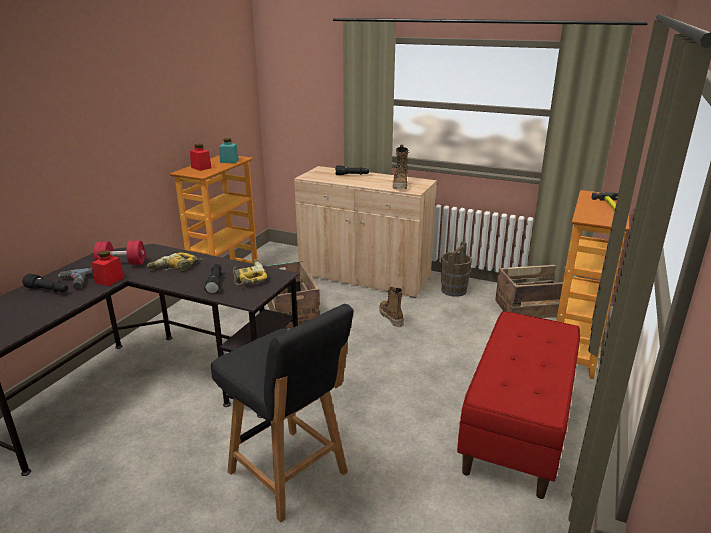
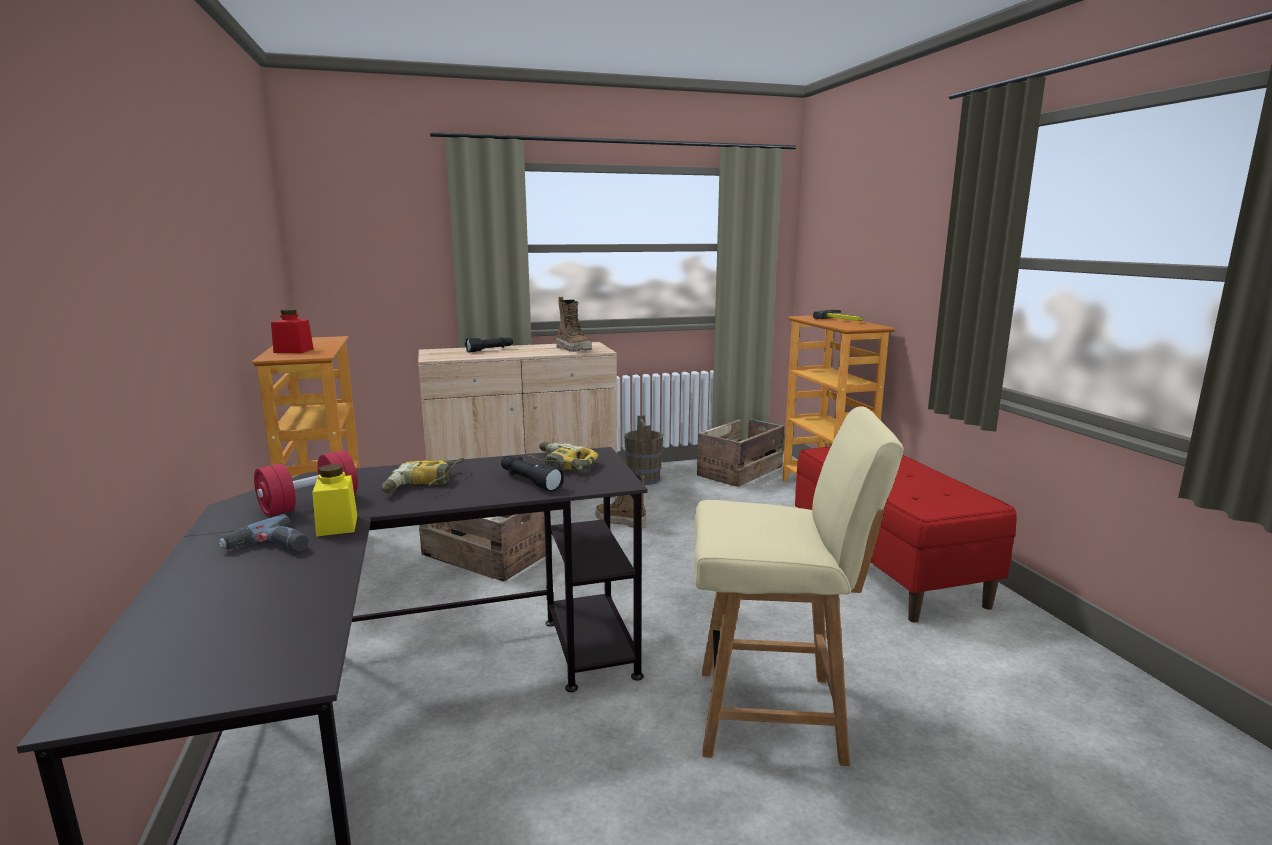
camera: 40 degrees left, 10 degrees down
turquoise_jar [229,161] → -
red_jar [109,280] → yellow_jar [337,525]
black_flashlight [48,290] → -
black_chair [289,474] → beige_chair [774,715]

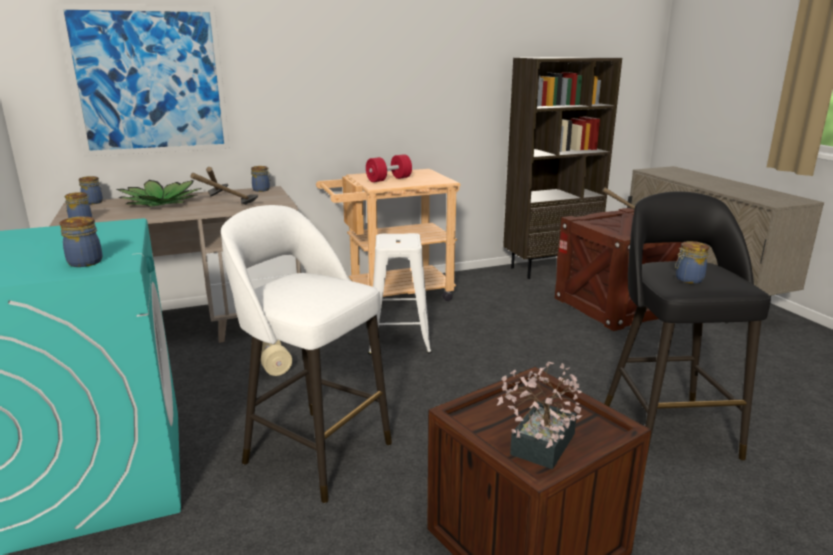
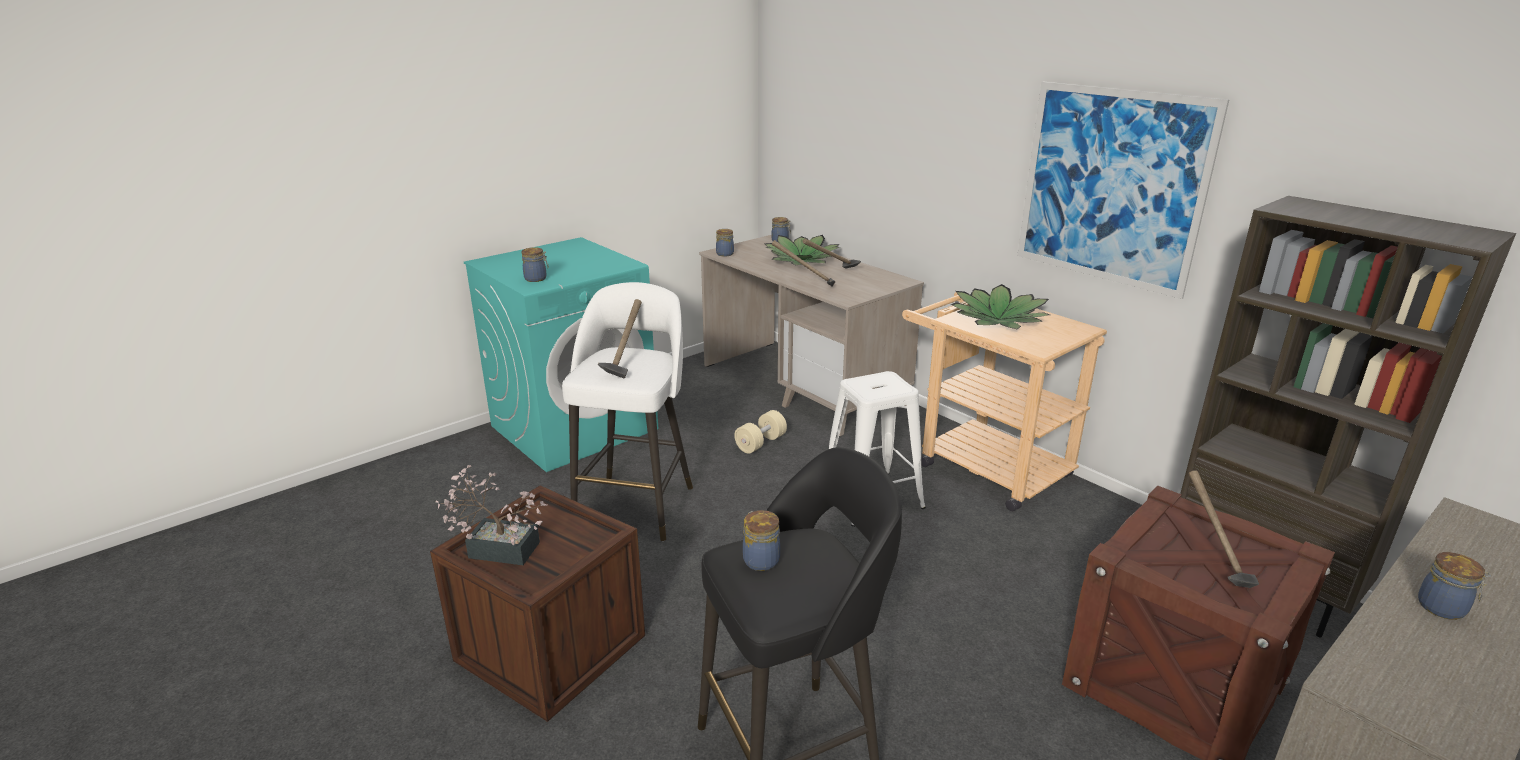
camera: 70 degrees right, 5 degrees up
picture [149,81] → picture [1111,187], relocated
red_dumbbell [389,179] → potted_plant [999,319]
jar [262,190] → jar [1443,608], relocated
- → hammer [625,364]

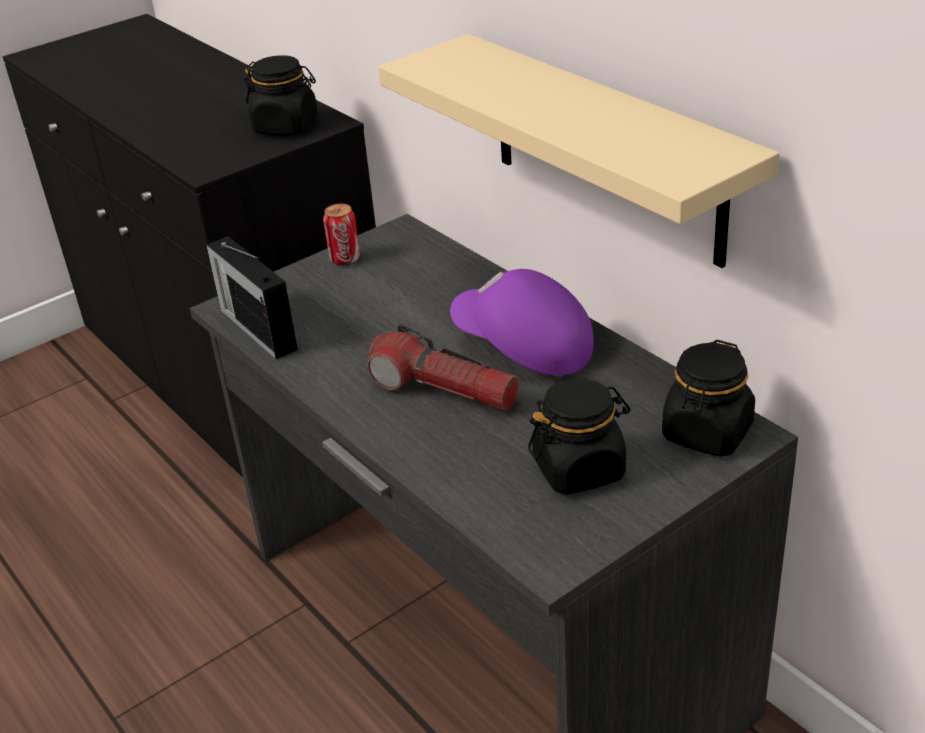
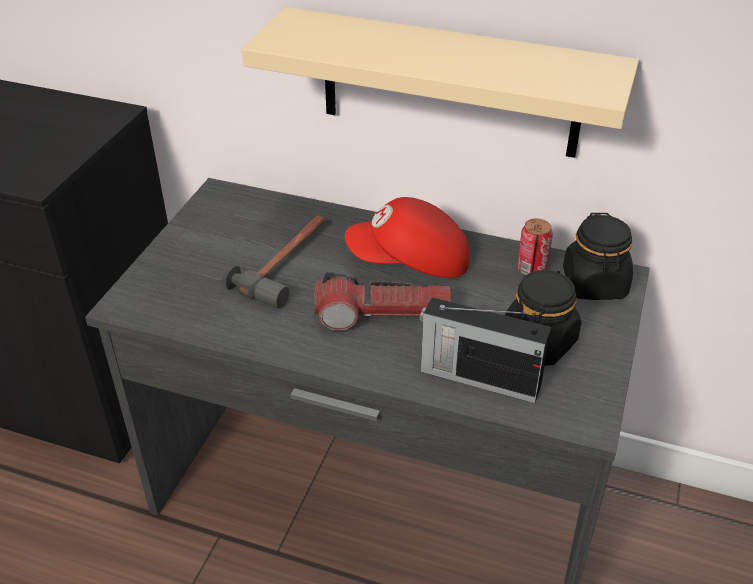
camera: 35 degrees left, 5 degrees up
black_jar [286,126] → -
can [345,259] → can [531,269], relocated
radio [257,328] → radio [478,377], relocated
purple_cap [523,348] → red_cap [410,263]
- → hammer [288,264]

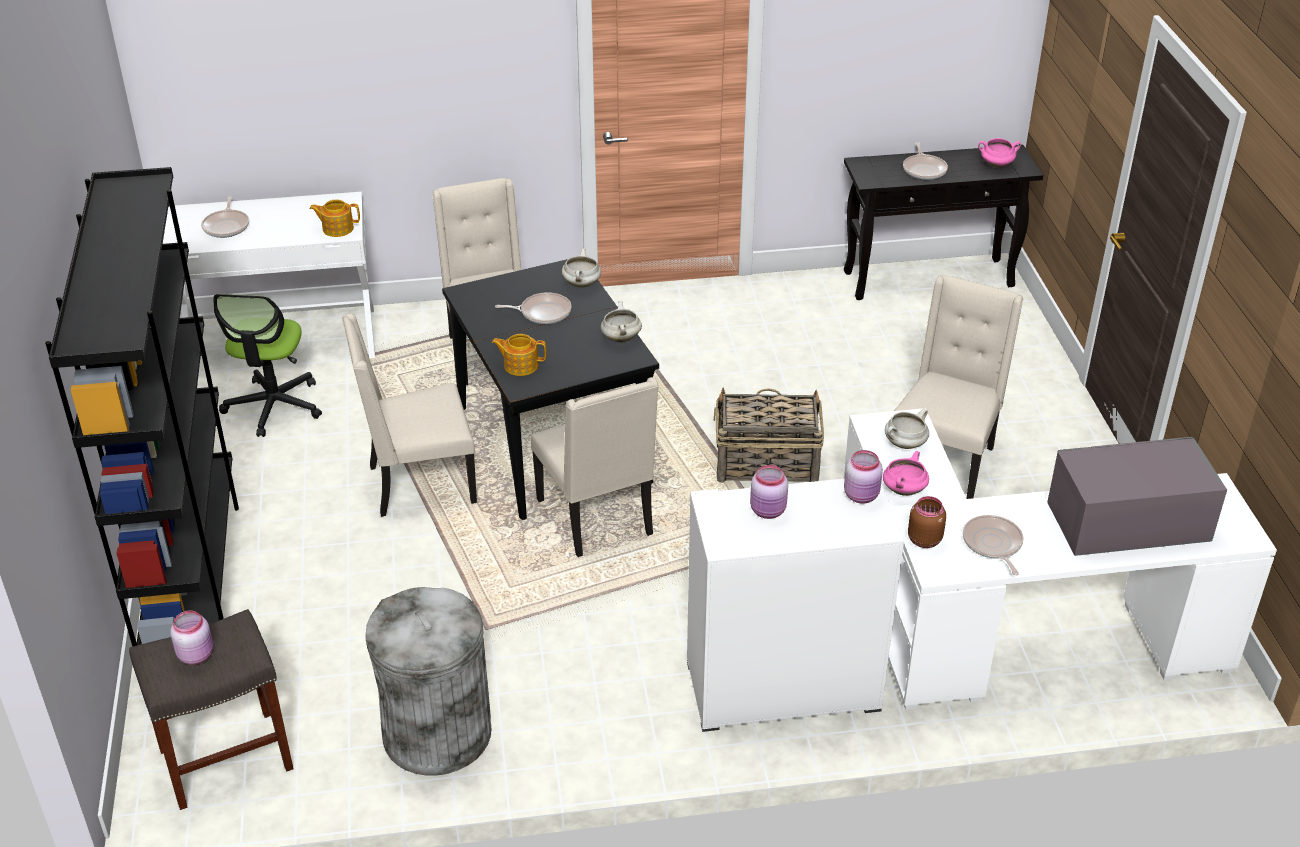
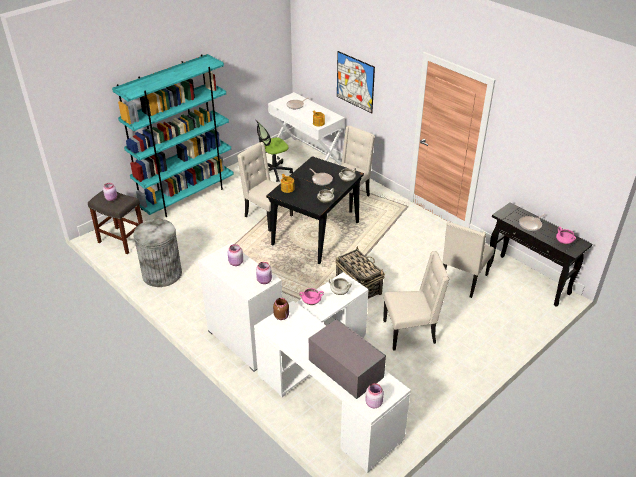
camera: 55 degrees right, 0 degrees up
black_bookcase [192,576] → turquoise_bookcase [187,197]
beige_chair [597,518] → beige_chair [462,281], relocated
frying_pan [993,544] → -
- → picture [355,82]
- → pink_jar [373,402]

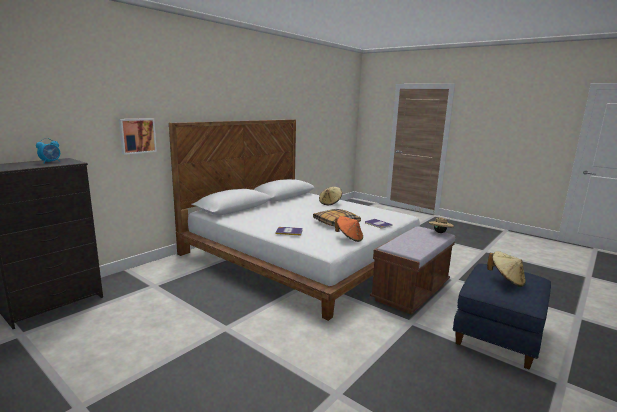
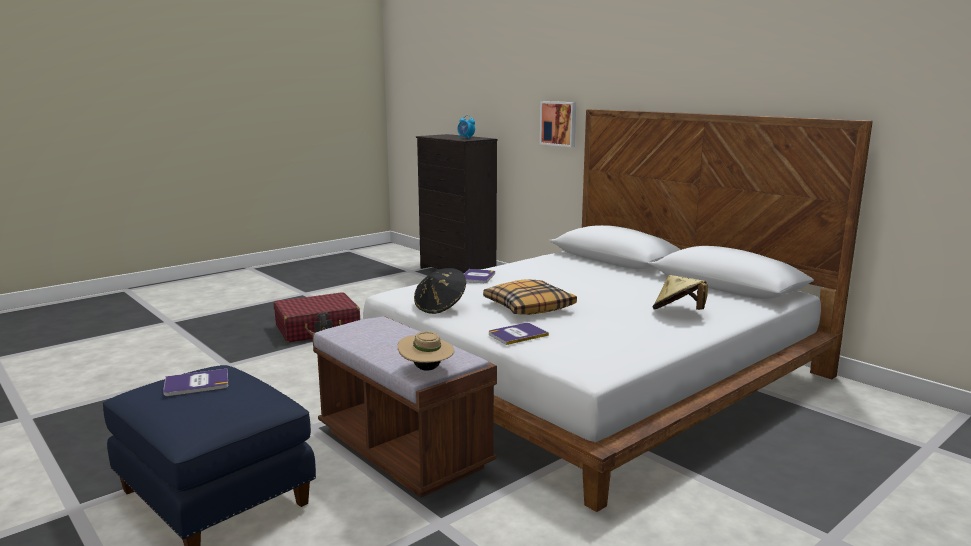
camera: 100 degrees right, 0 degrees up
orange_hat [349,238] → black_hat [440,307]
beige_hat [506,280] → book [196,383]
- → red_suitcase [318,329]

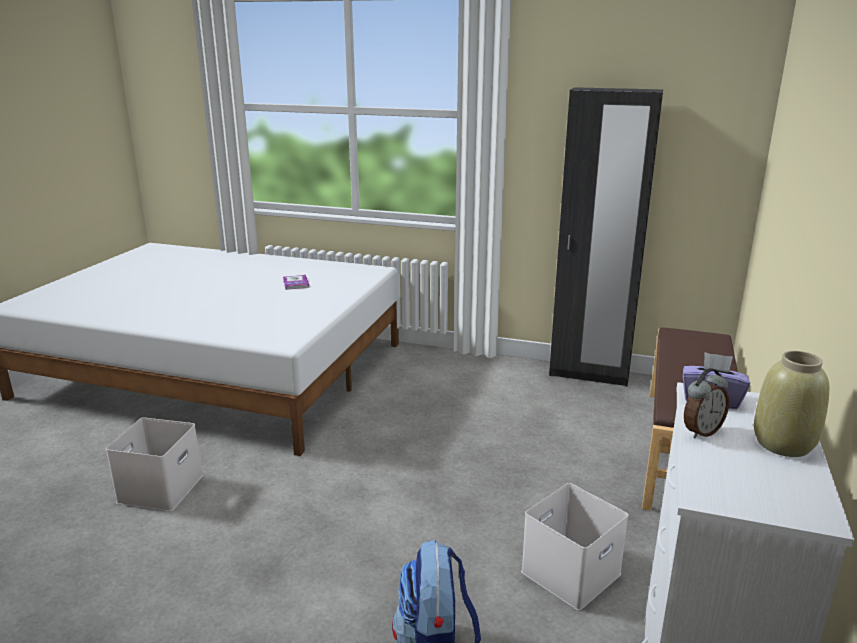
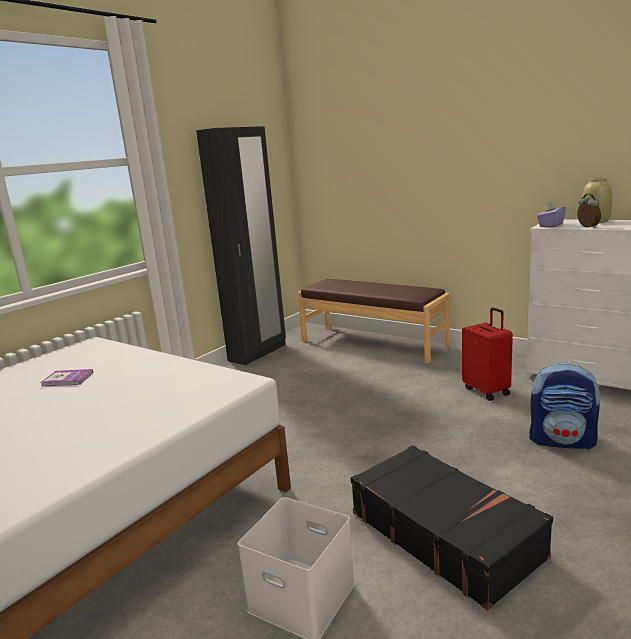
camera: 70 degrees left, 5 degrees down
white_storage_box [571,574] → red_suitcase [487,391]
- → black_suitcase [445,533]

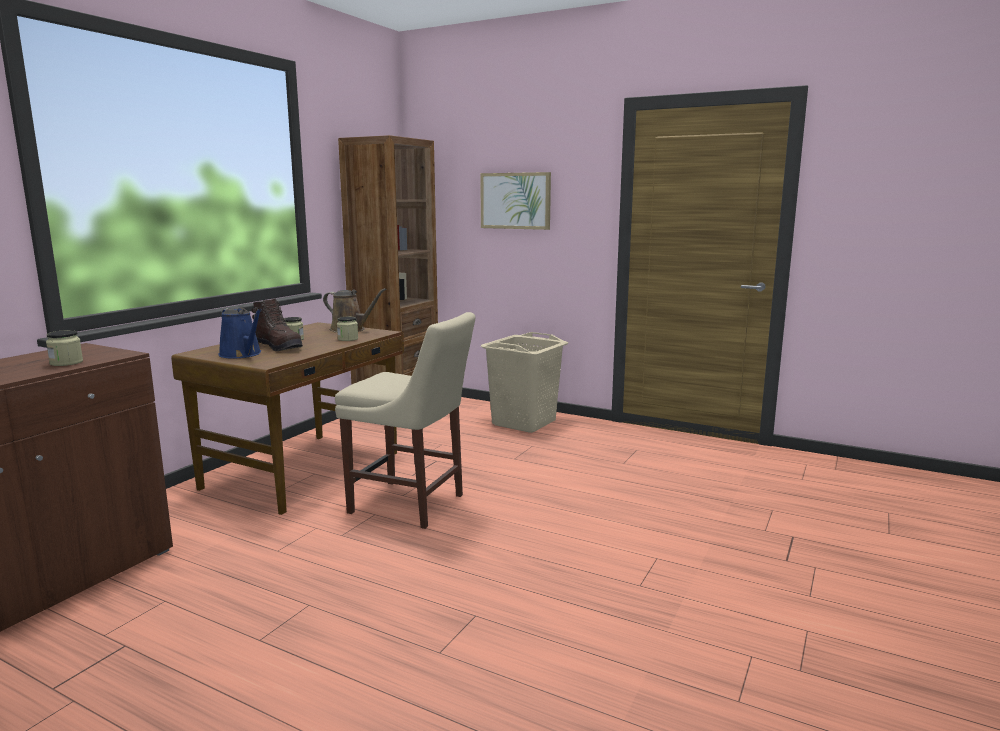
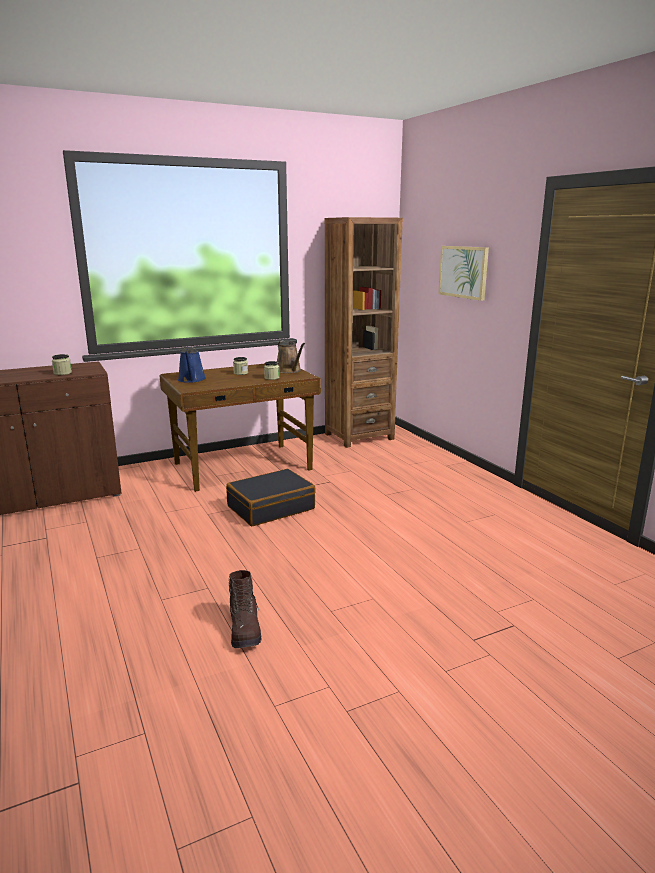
camera: 35 degrees right, 5 degrees up
brown_boot [279,347] → brown_boot [245,629], relocated
beige_chair [411,505] → black_suitcase [271,507]
beige_laundry_basket [523,423] → -

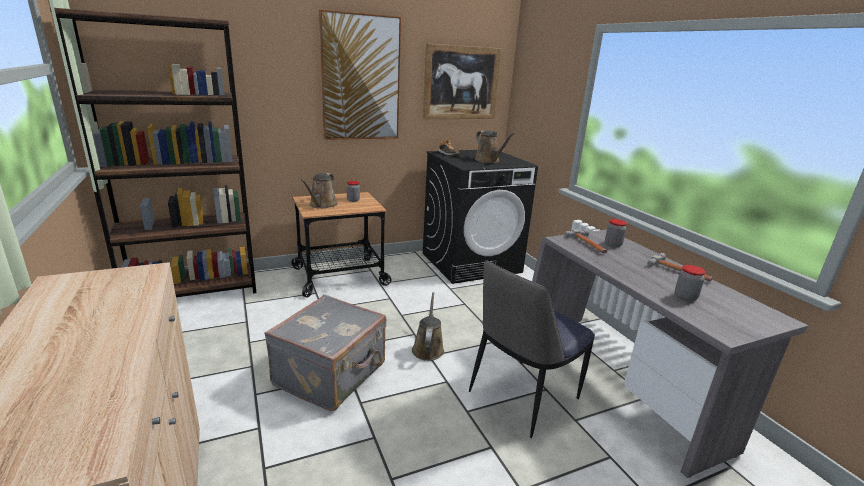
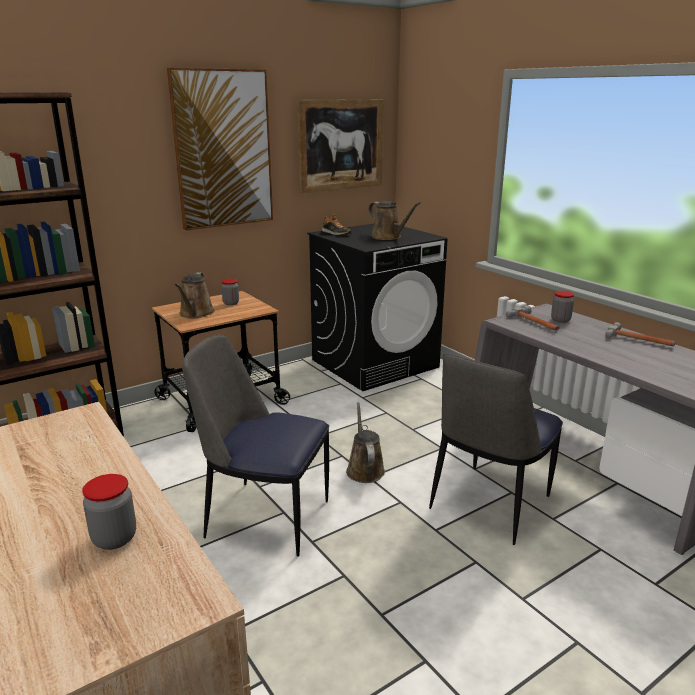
camera: 10 degrees left, 0 degrees up
jar [685,297] → jar [114,538], relocated
grey_suitcase [332,375] → chair [264,517]

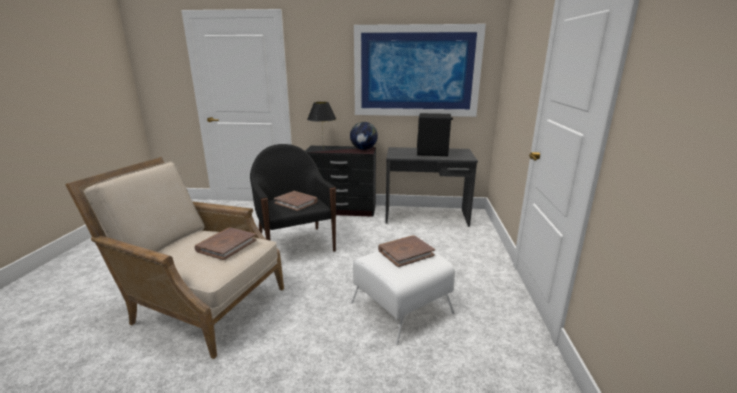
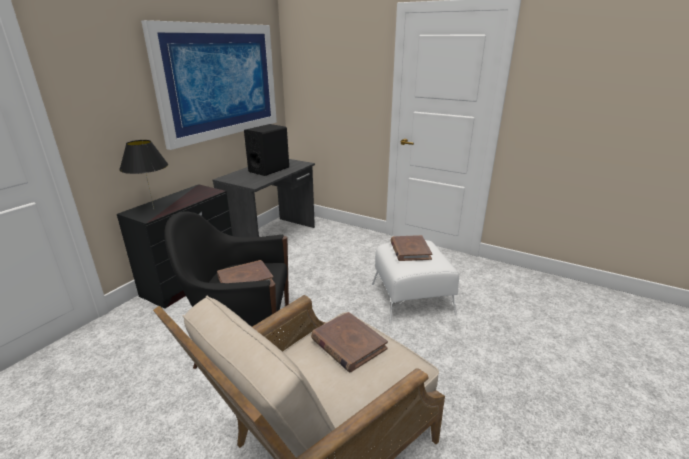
camera: 65 degrees left, 5 degrees up
globe [363,149] → -

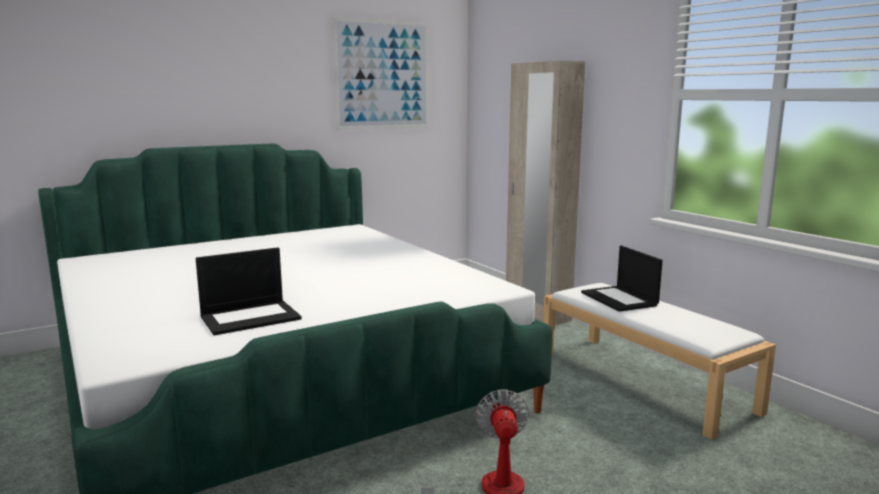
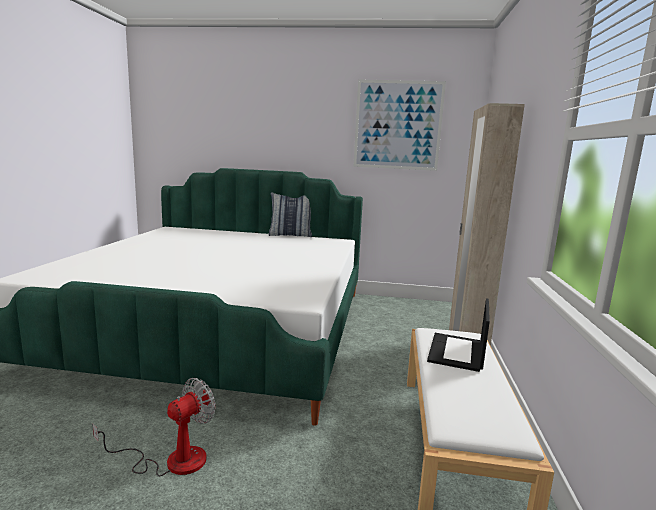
camera: 40 degrees right, 0 degrees up
laptop [251,317] → -
- → pillow [290,235]

